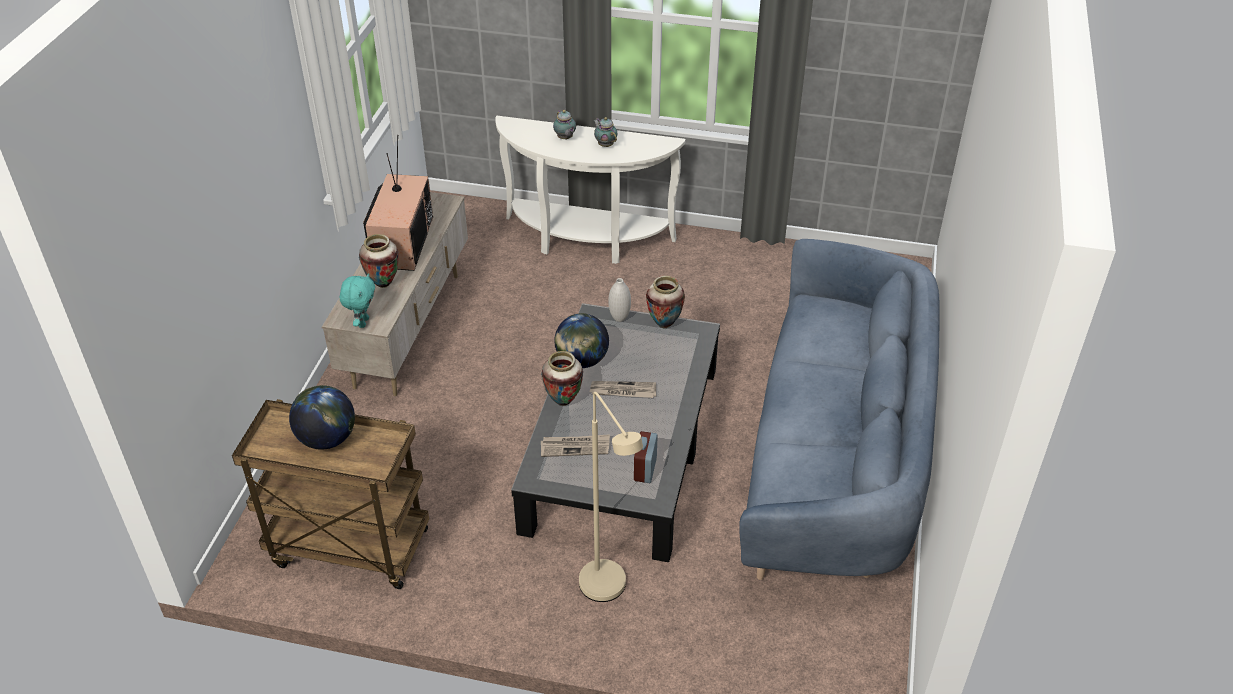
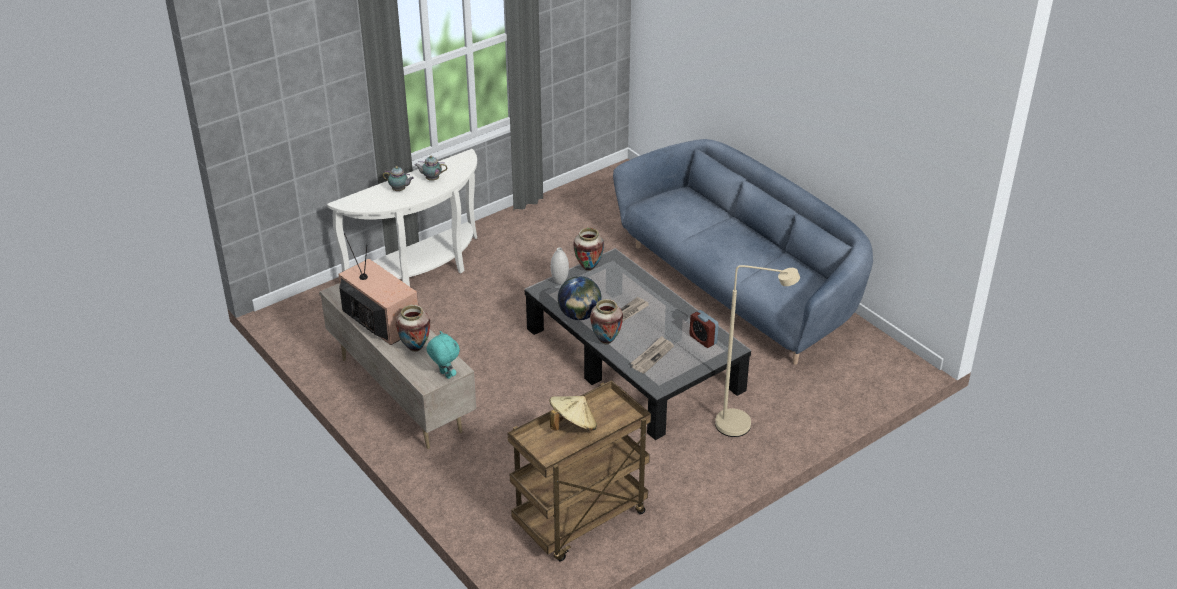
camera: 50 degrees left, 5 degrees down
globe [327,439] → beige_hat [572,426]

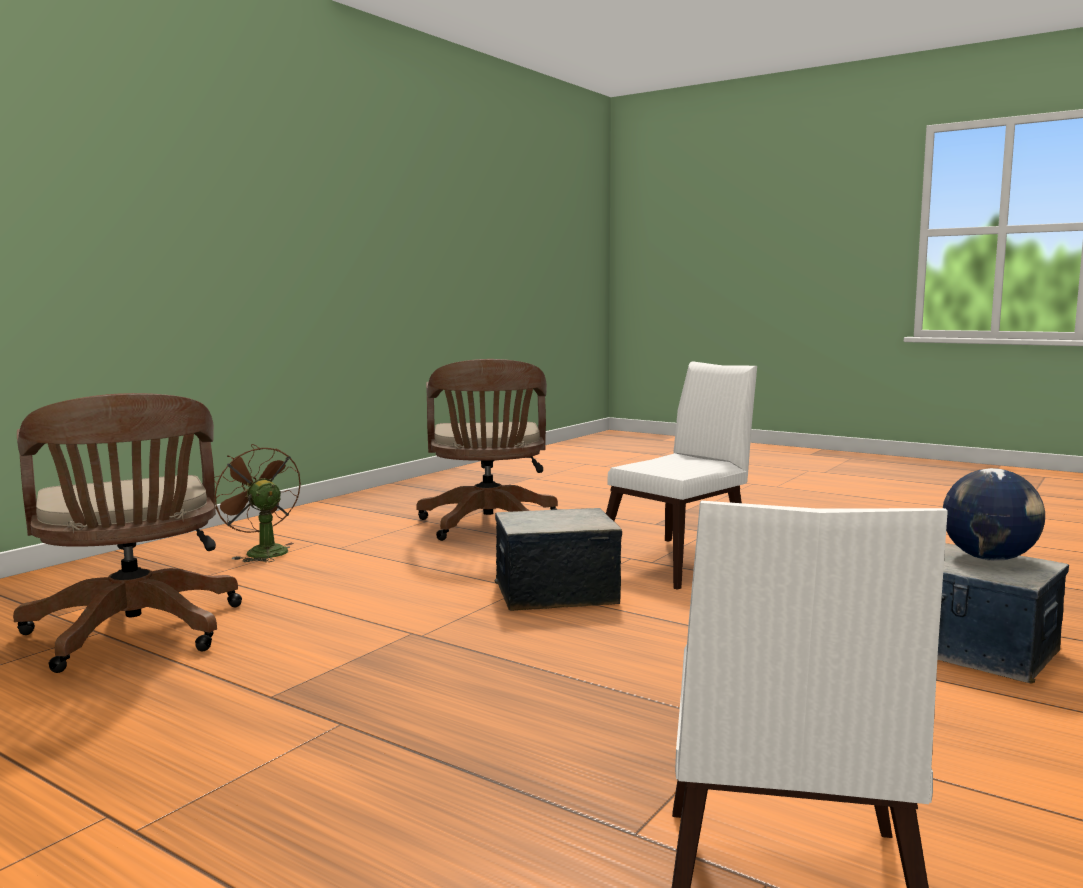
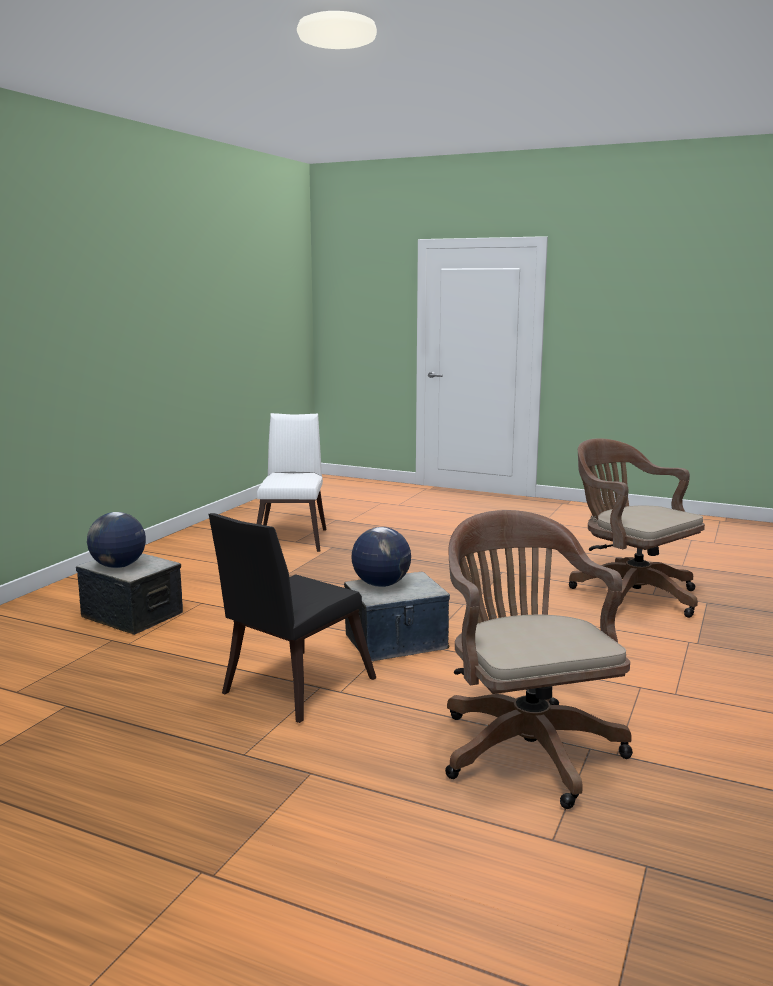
camera: 170 degrees right, 5 degrees up
white_chair [681,562] → black_chair [291,689]
brown_fan [261,552] → -
- → globe [381,584]

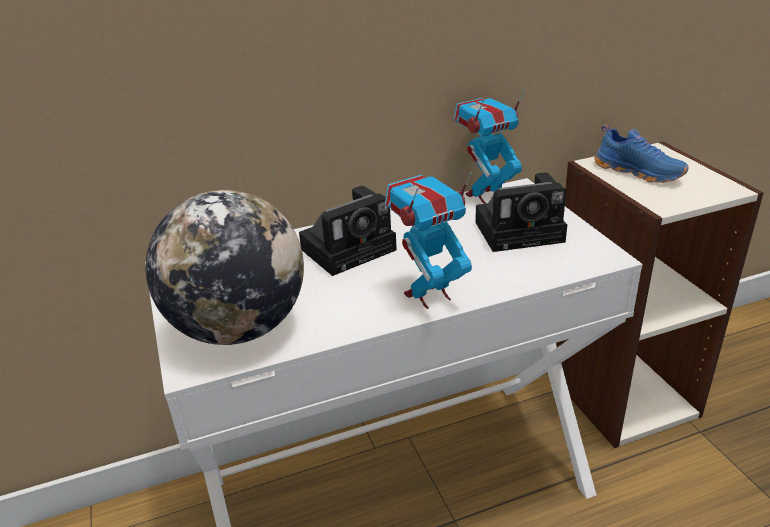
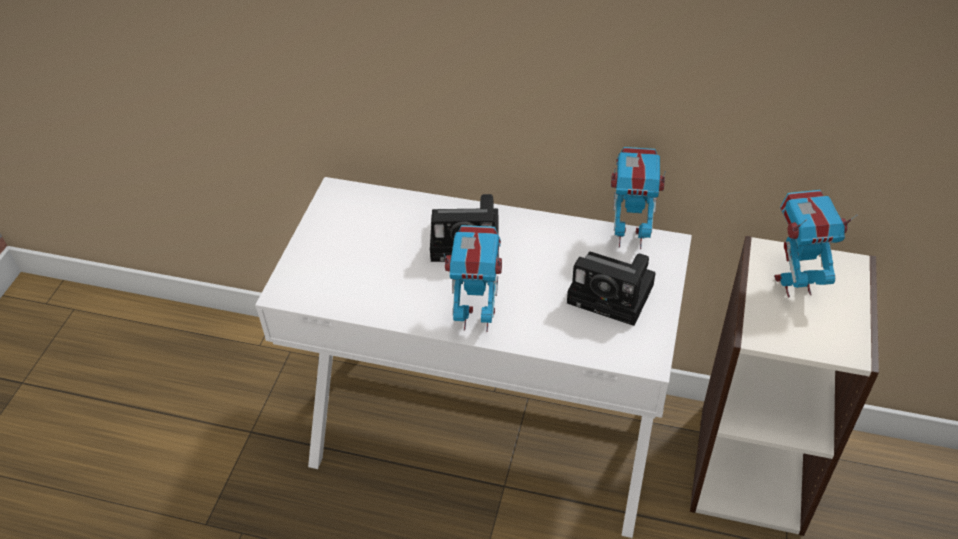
camera: 35 degrees right, 15 degrees up
blue_shoe [639,172] → toy_robot [794,284]
globe [239,328] → -

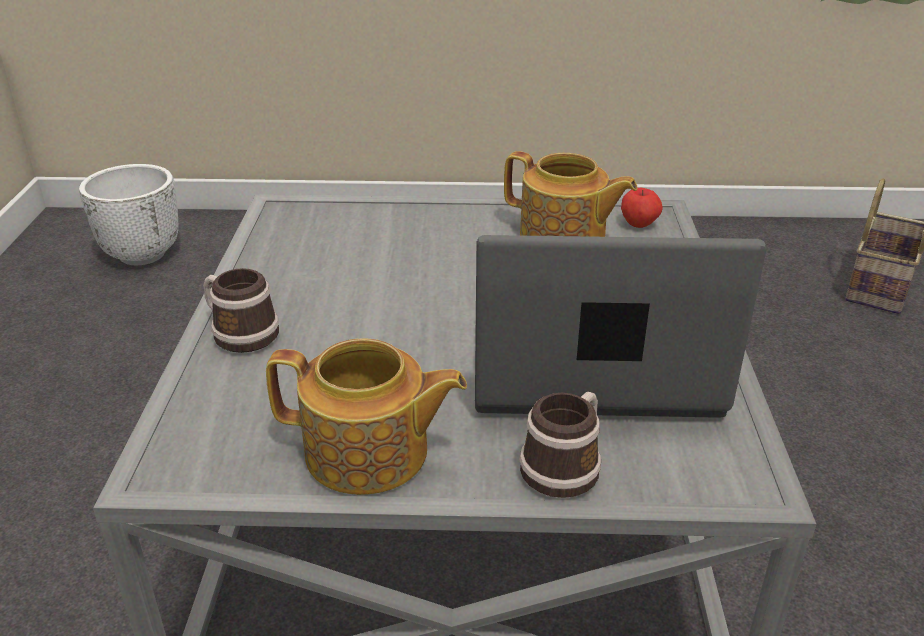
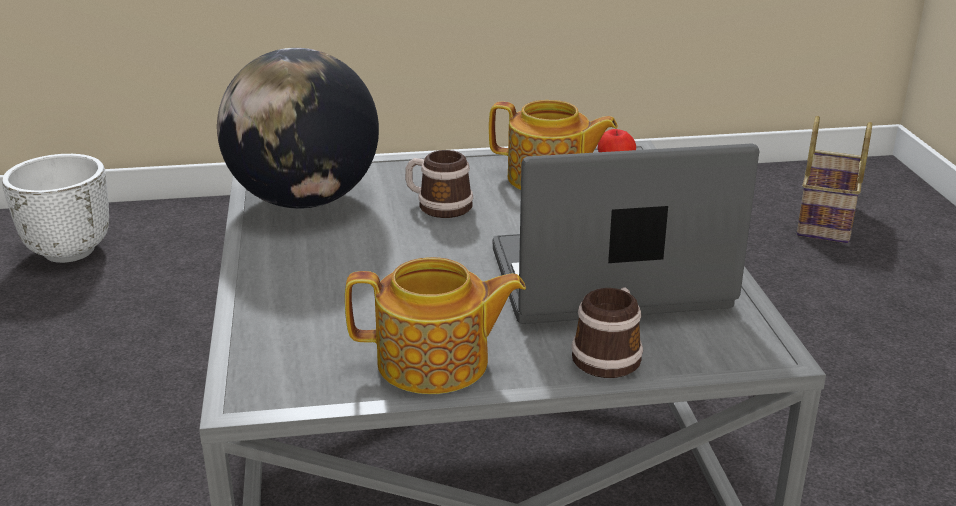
camera: 10 degrees left, 5 degrees down
mug [239,332] → mug [438,205], relocated
- → globe [304,200]

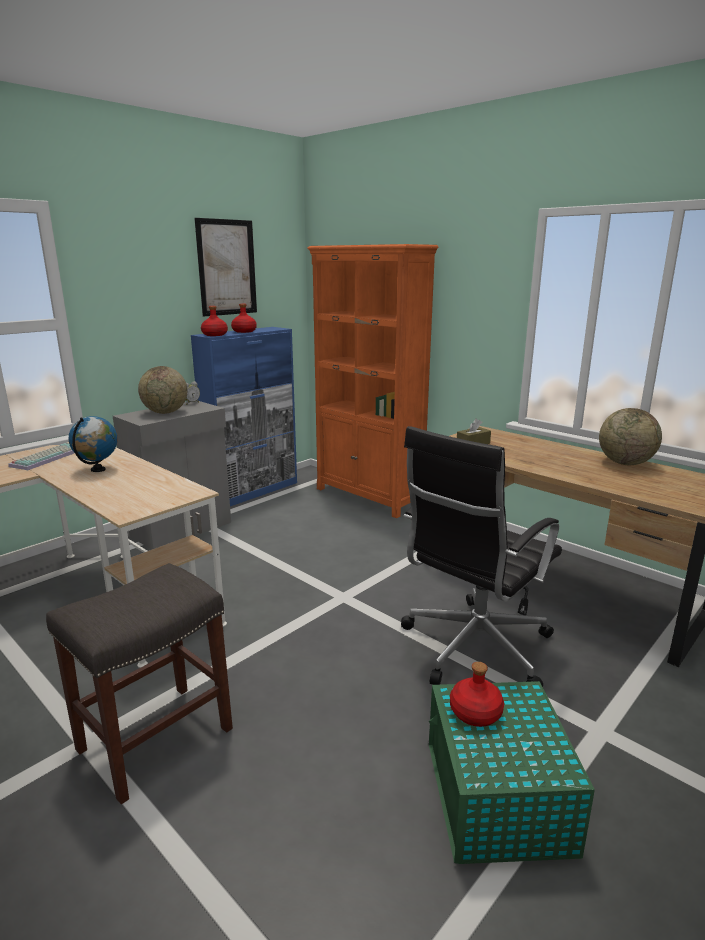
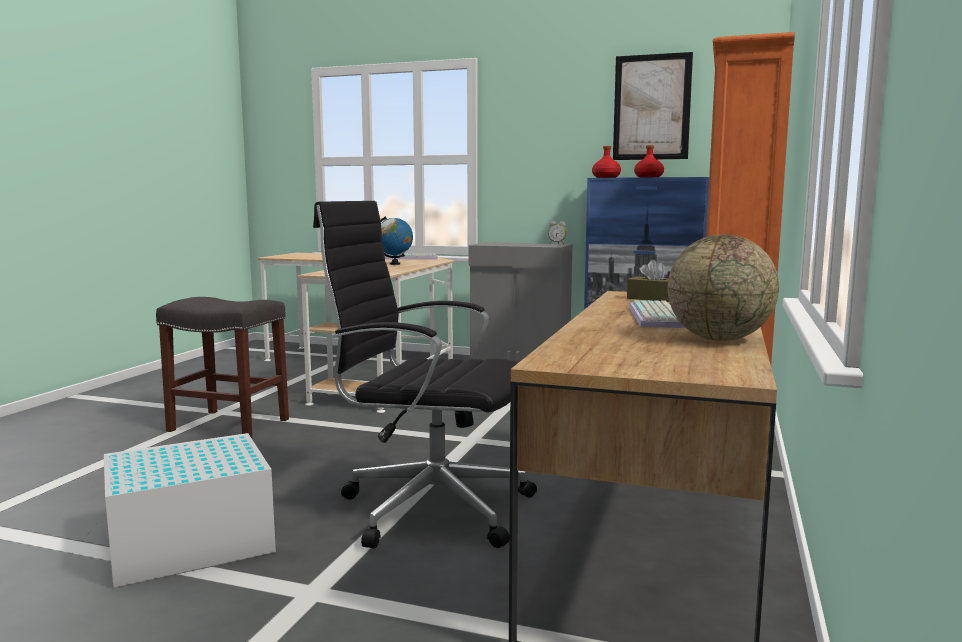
camera: 65 degrees right, 10 degrees down
globe [165,412] → -
red_bottle [476,713] → -
green_storage_box [497,798] → white_storage_box [188,543]
- → keyboard [658,317]

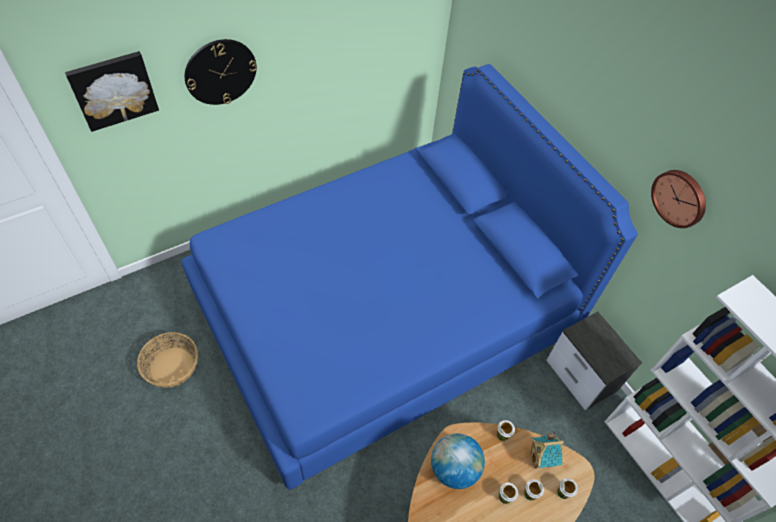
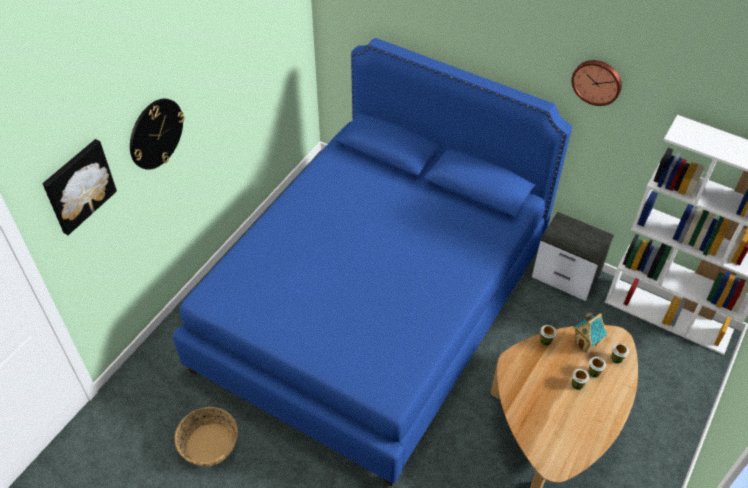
camera: 25 degrees left, 5 degrees down
globe [454,468] → -

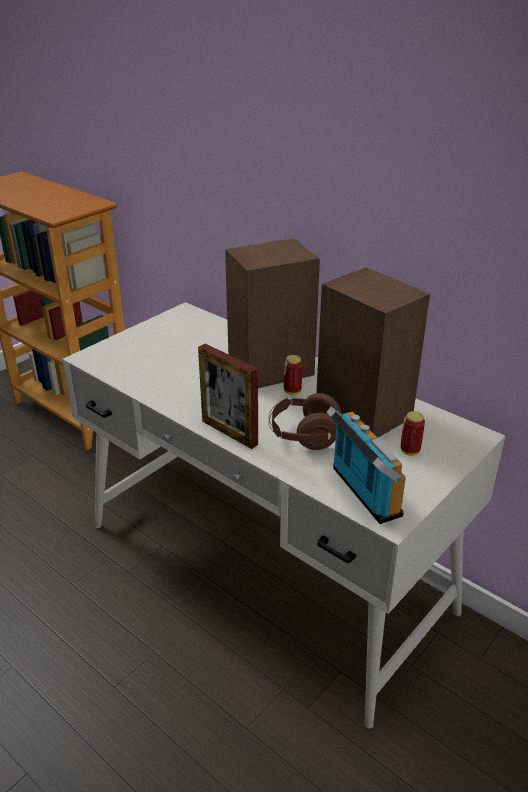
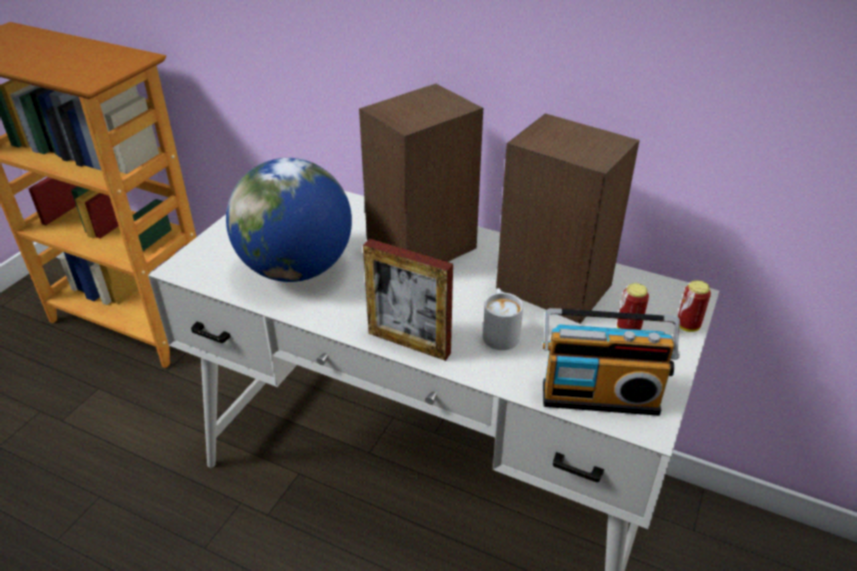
camera: 15 degrees left, 5 degrees up
can [292,391] → can [687,326], relocated
brown_headphones [303,436] → white_mug [499,332]
radio [361,492] → radio [599,395], 135 degrees clockwise
- → globe [296,269]

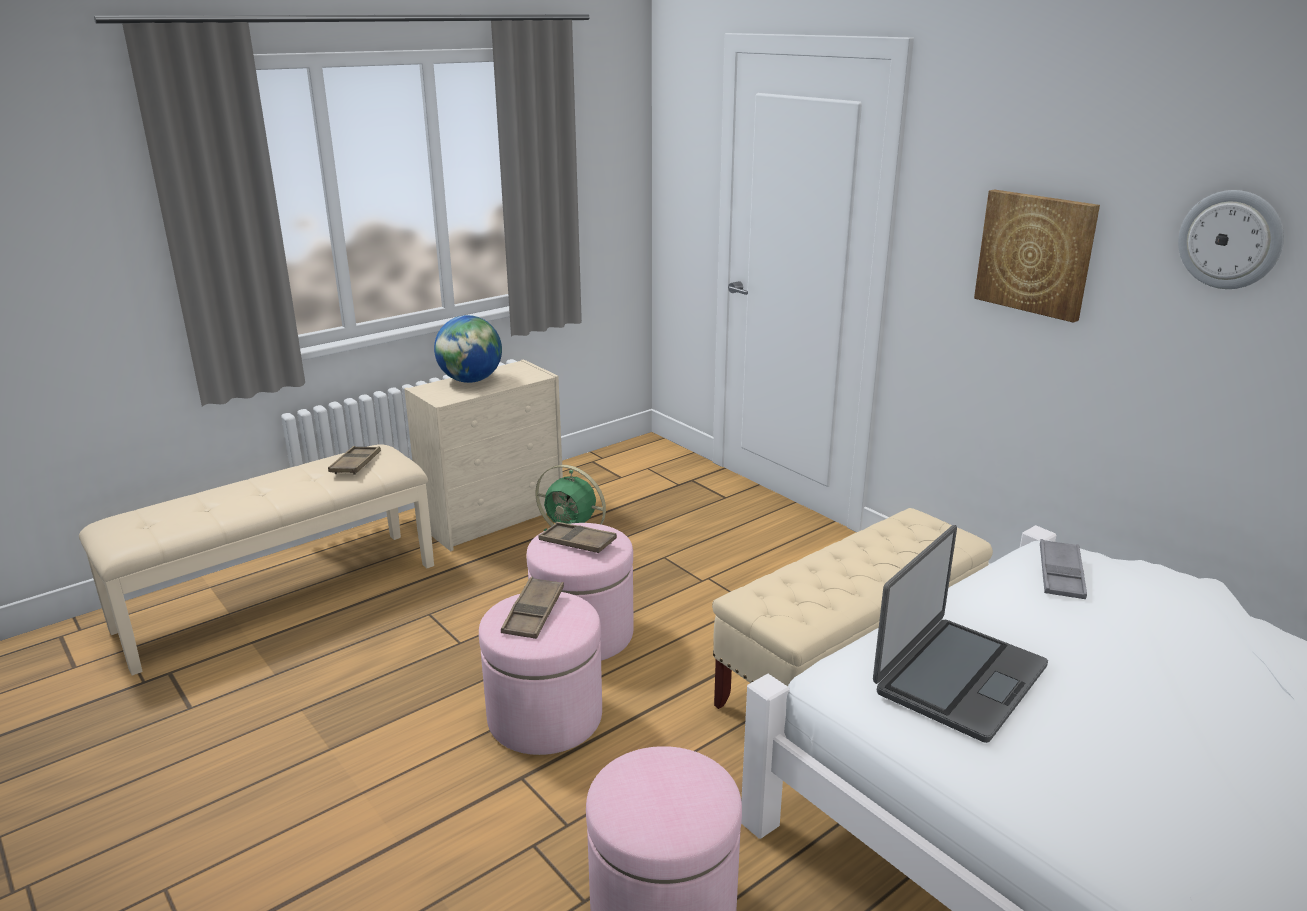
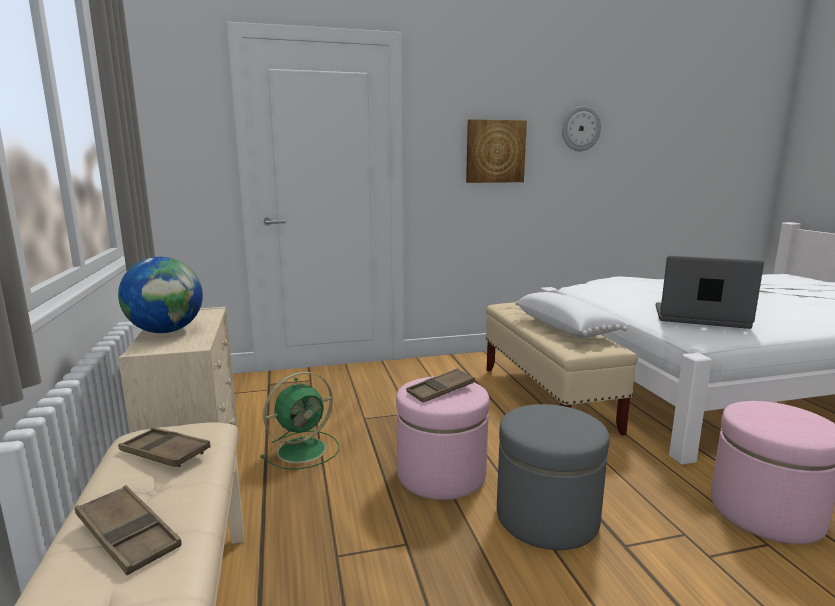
camera: 65 degrees left, 10 degrees down
laptop [958,678] → laptop [700,317], 45 degrees counterclockwise
grey_tray [1061,575] → -
brown_tray [533,613] → brown_tray [128,535], relocated
pink_ottoman [545,717] → grey_ottoman [547,517]
- → white_pillow [566,328]

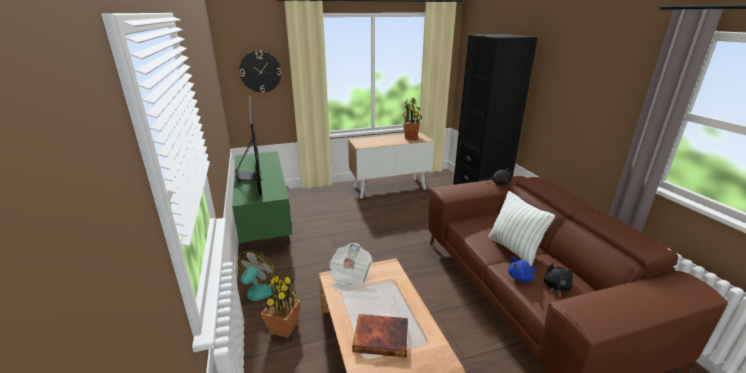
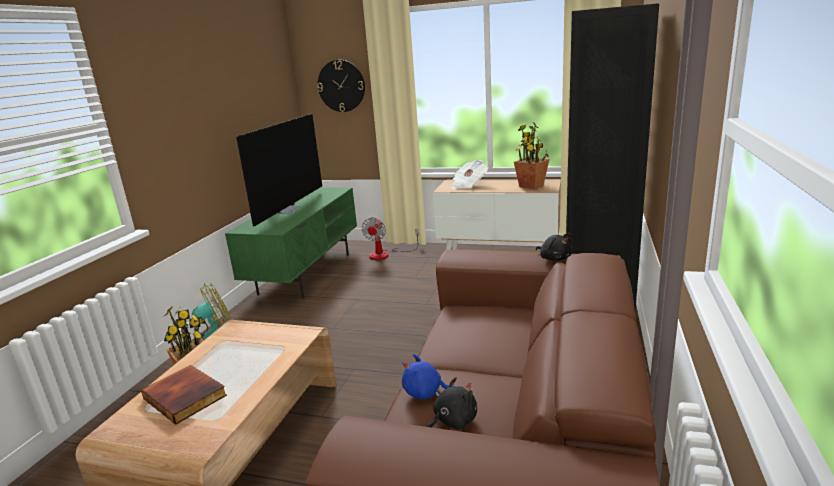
camera: 35 degrees right, 5 degrees down
pillow [514,249] → -
newspaper [349,277] → newspaper [468,185], relocated
- → fan [386,254]

